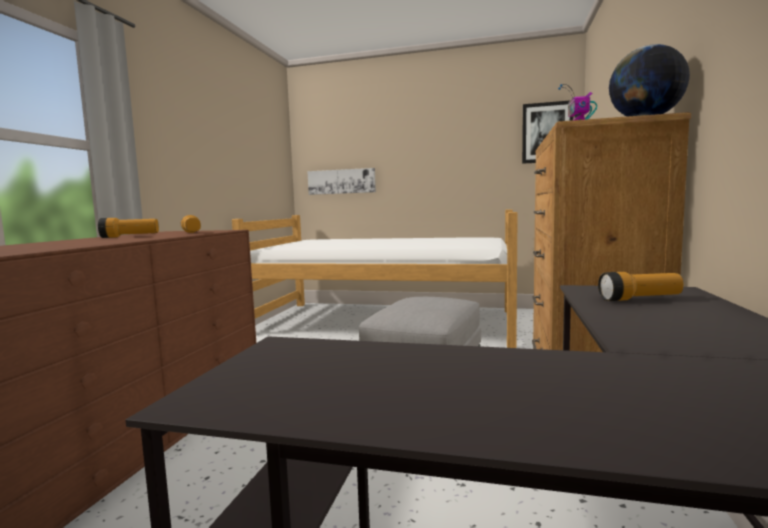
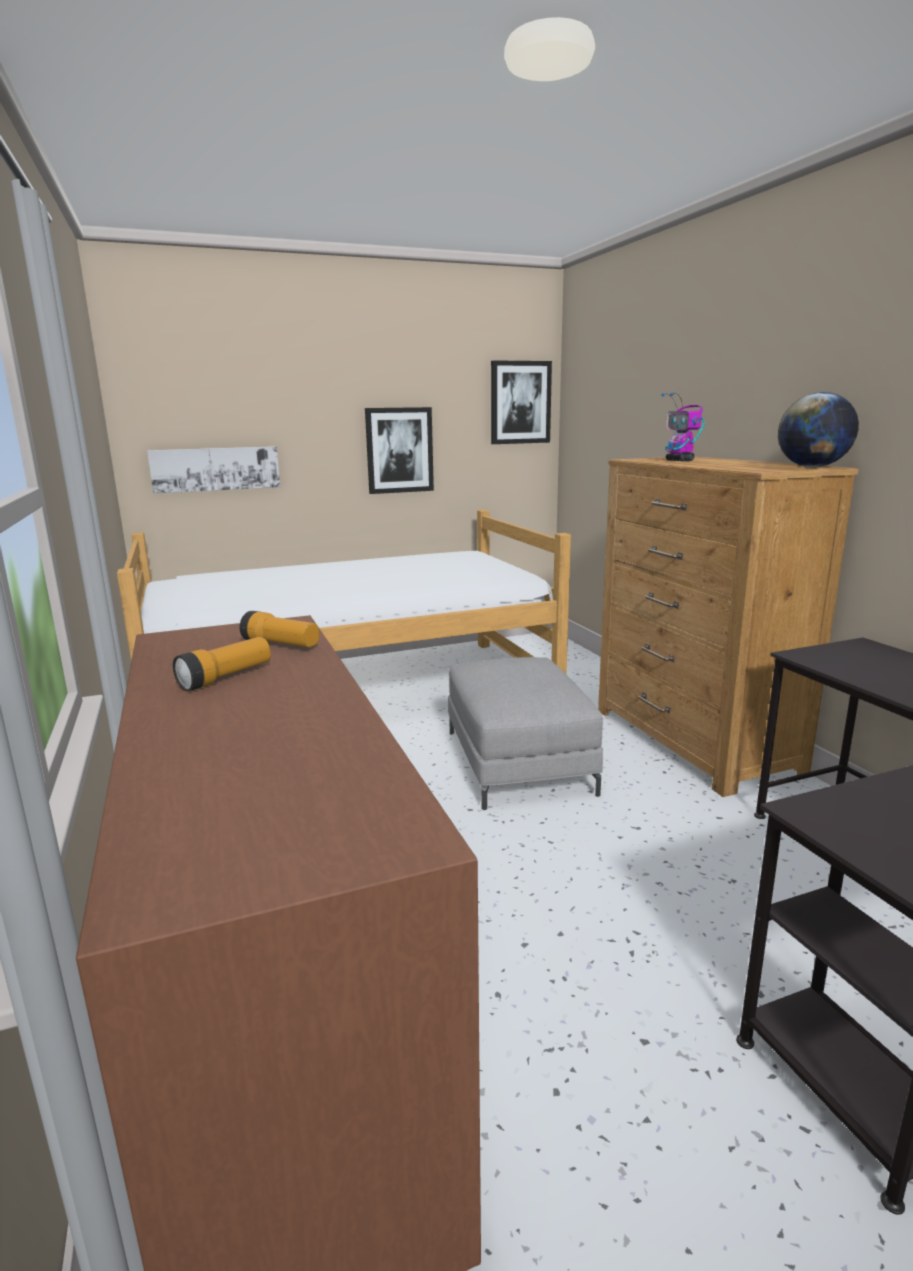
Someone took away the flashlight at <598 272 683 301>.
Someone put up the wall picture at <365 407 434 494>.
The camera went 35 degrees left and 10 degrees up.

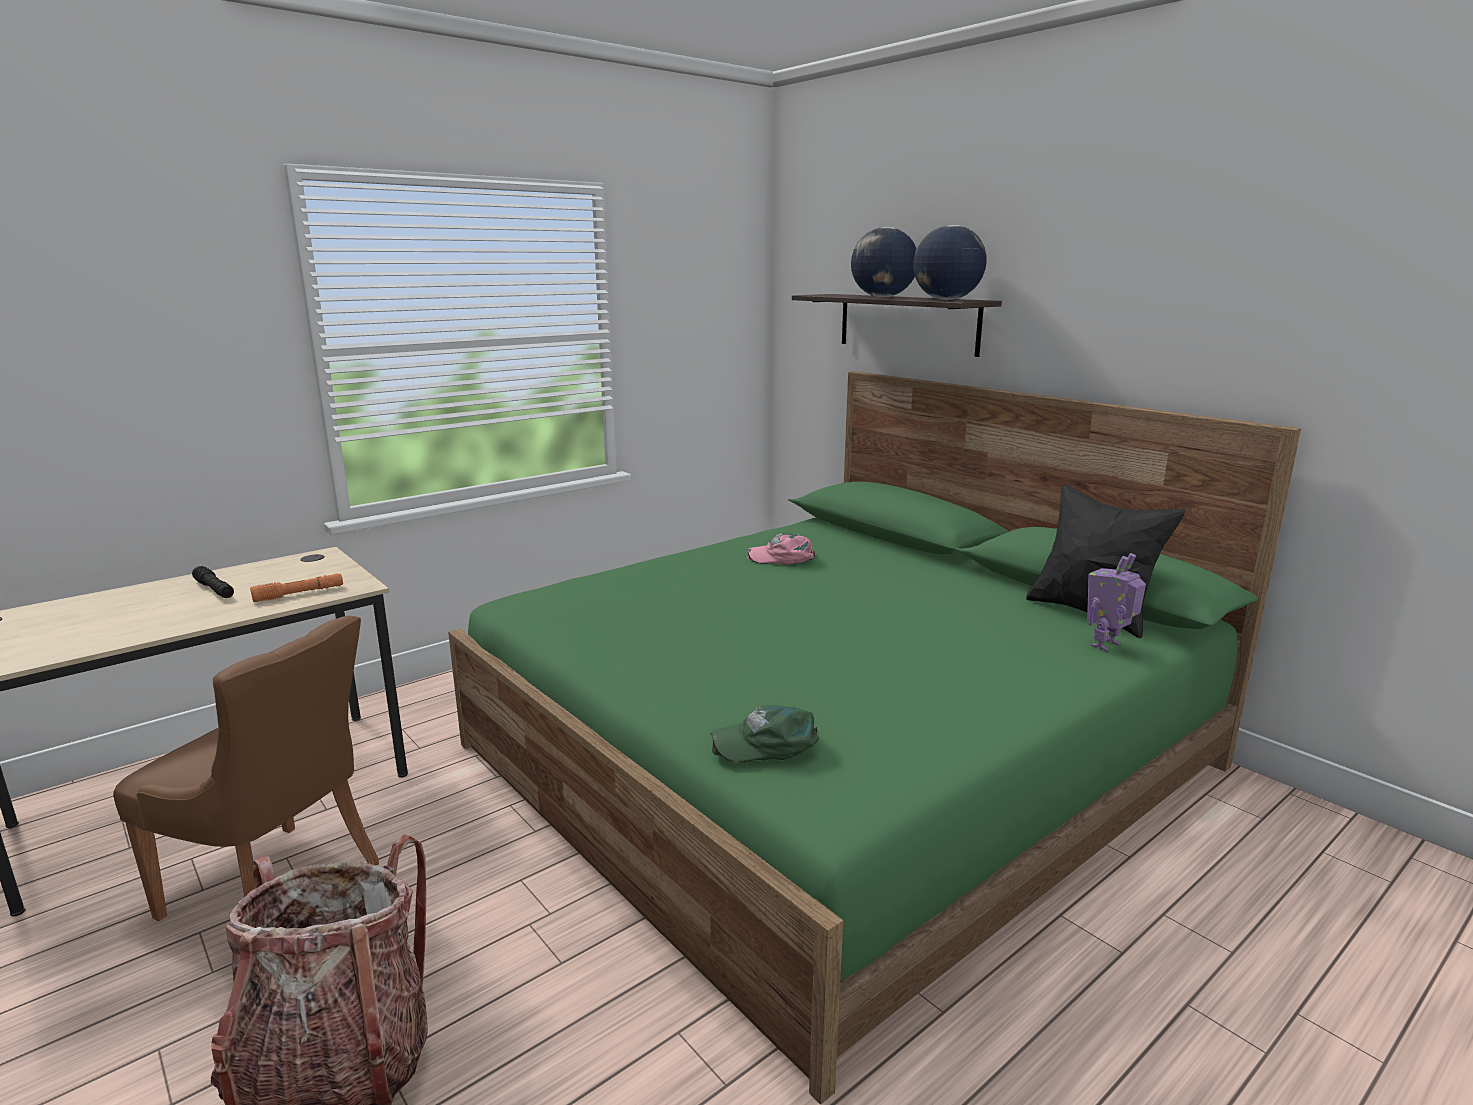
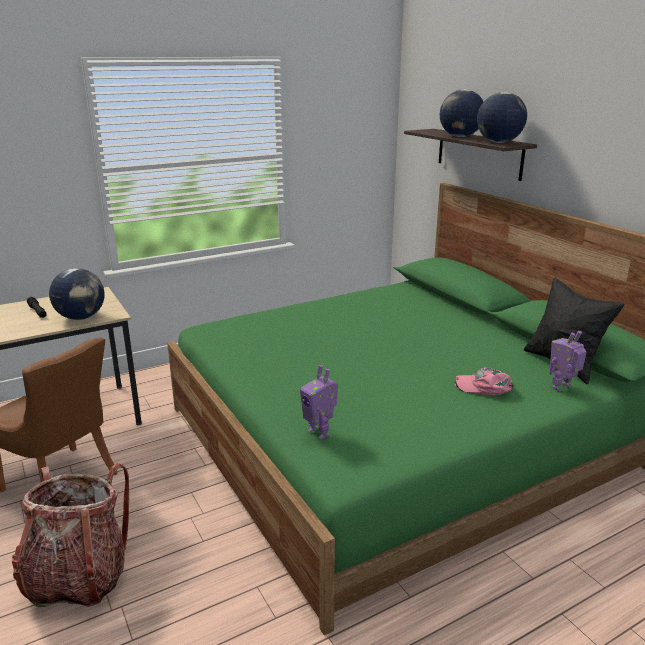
Someone swapped the flashlight (orange) at <250 573 343 602> for the desk globe at <49 268 105 320>.
Someone swapped the peaked cap (green) at <710 705 819 762> for the robot figure at <300 365 338 440>.
Someone carried the peaked cap (pink-coloured) from <747 533 815 564> to <455 368 513 396>.
The camera went 10 degrees right and 5 degrees up.

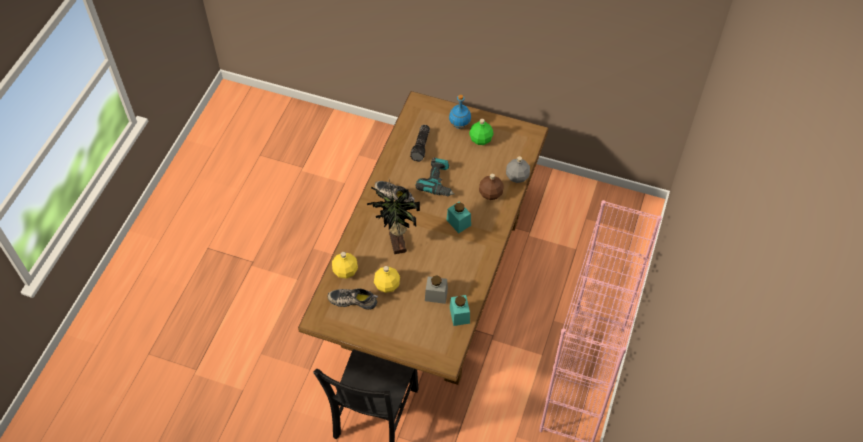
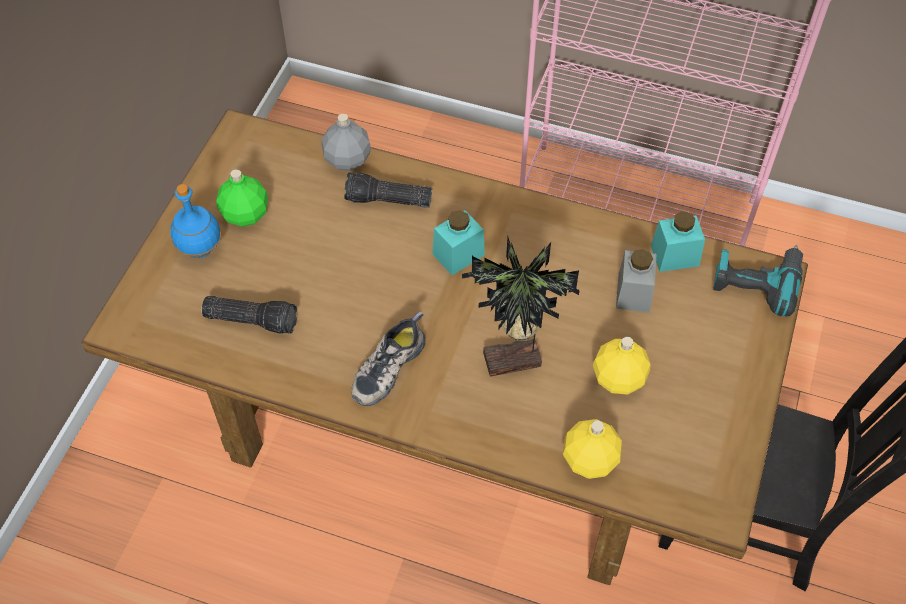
Someone took away the shoe at <328 288 378 310>.
Someone carried the electric drill from <416 158 455 196> to <713 245 803 317>.
Someone swapped the bottle (brown-coloured) at <479 174 504 200> for the flashlight at <344 172 432 208>.
The camera went 90 degrees left and 0 degrees up.

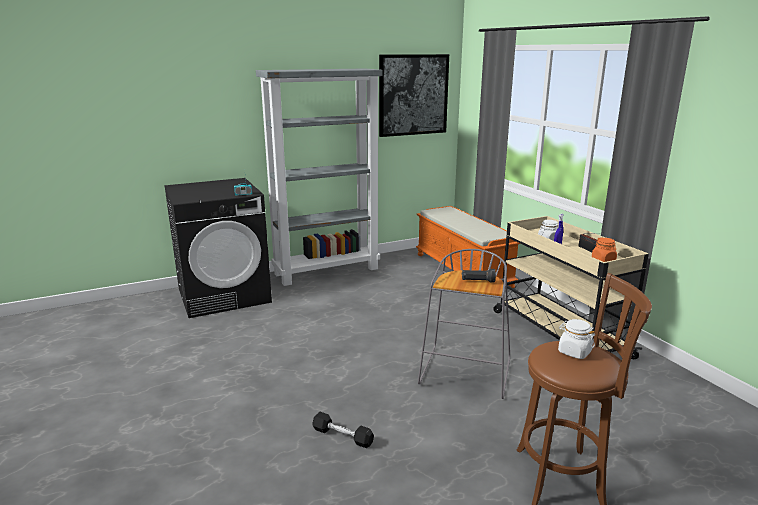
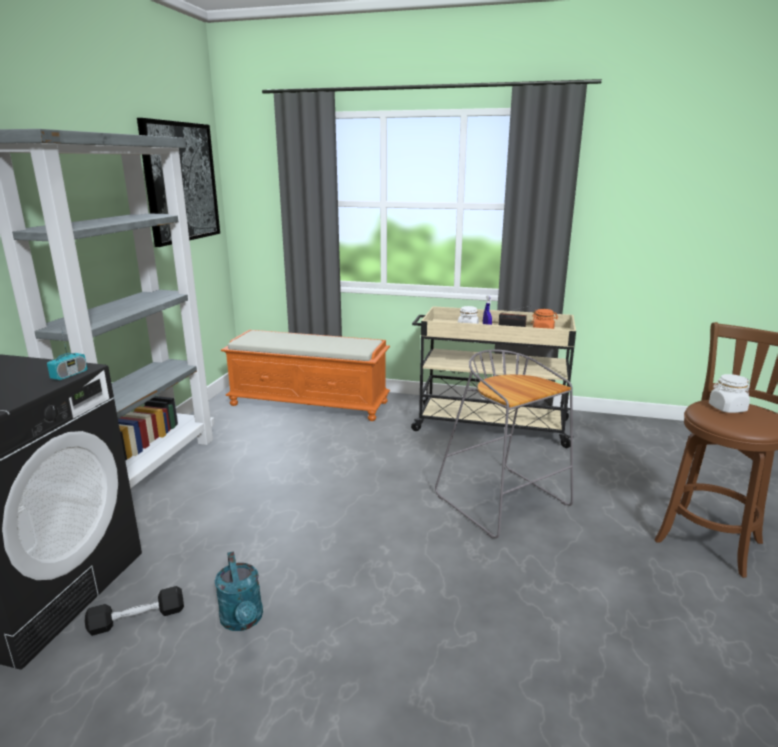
Someone carried the free weight (blackish) from <313 412 374 448> to <85 586 184 636>.
Someone took away the flashlight (blackish) at <462 269 496 282>.
Someone put down the watering pot (blue-green) at <215 551 263 631>.
The camera went 50 degrees left and 0 degrees up.

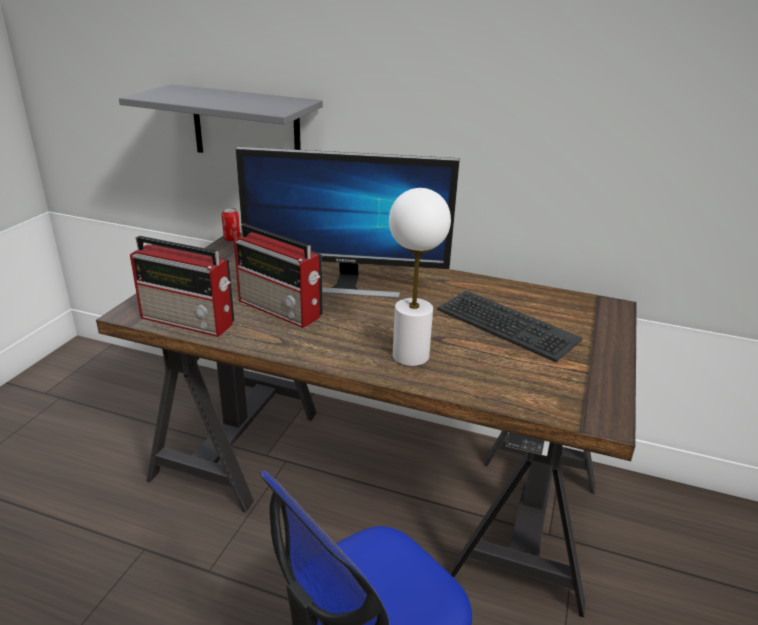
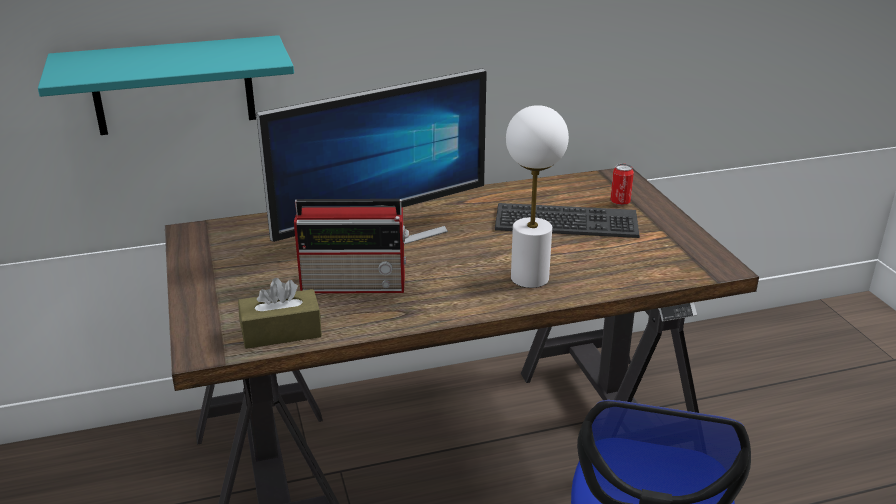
Someone repainted the bracket shelf (greyish) at <119 84 323 153>, which became the bracket shelf (blue-green) at <38 35 294 135>.
Someone swapped the radio set at <130 236 234 337> for the tissue box (brown-coloured) at <238 278 322 349>.
Someone carried the sealed can from <221 208 240 242> to <610 164 634 205>.
The camera went 35 degrees left and 0 degrees up.

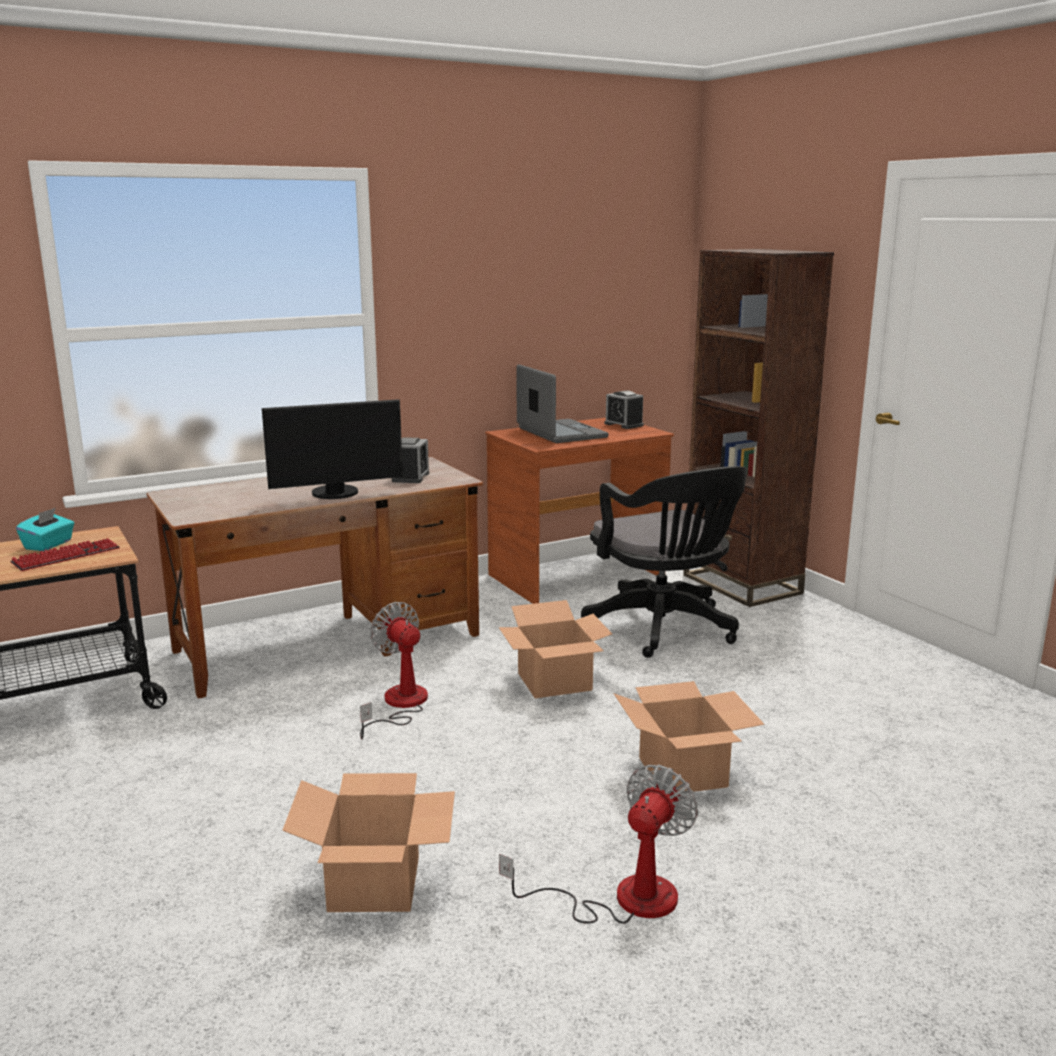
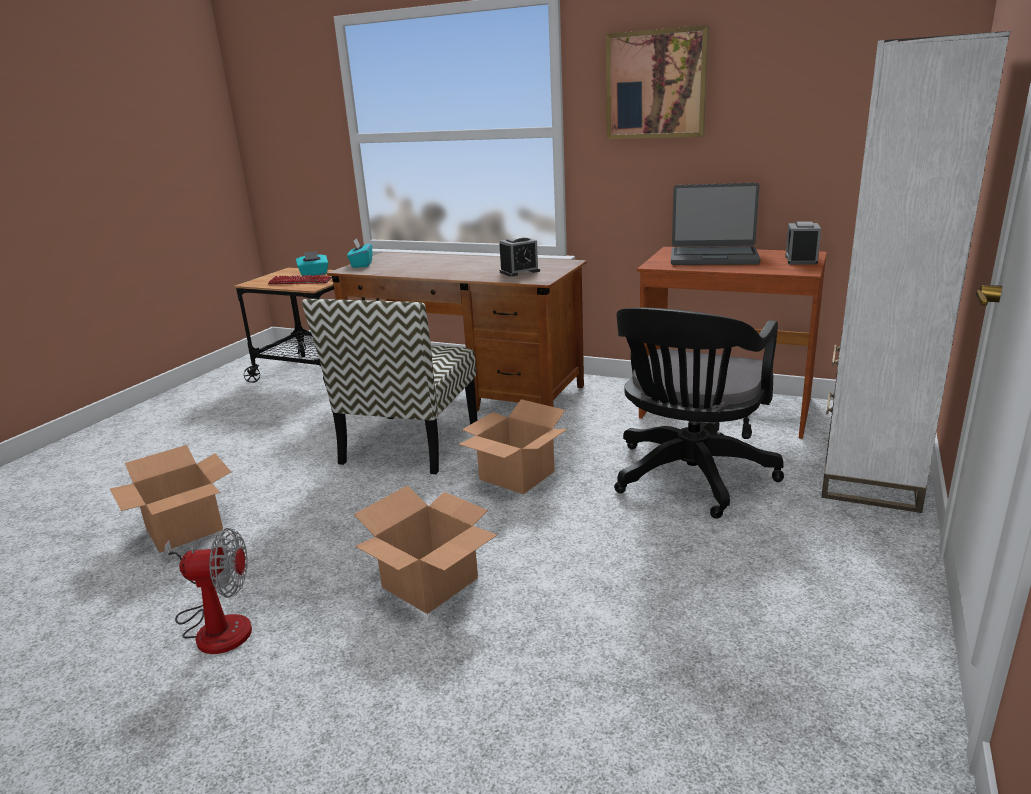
Someone took away the computer display at <262 399 403 499>.
Someone swapped the electric fan at <360 602 428 739> for the chair at <302 299 478 474>.
Someone rotated the portable computer at <517 364 608 443> by 75 degrees clockwise.
Someone repainted the shelving unit (brown-coloured) at <683 249 834 607>, which became the shelving unit (white) at <821 31 1010 513>.
Someone put down the tissue box (blue-green) at <347 238 372 268>.
Someone put up the wall picture at <606 25 709 139>.
The camera went 55 degrees right and 5 degrees up.

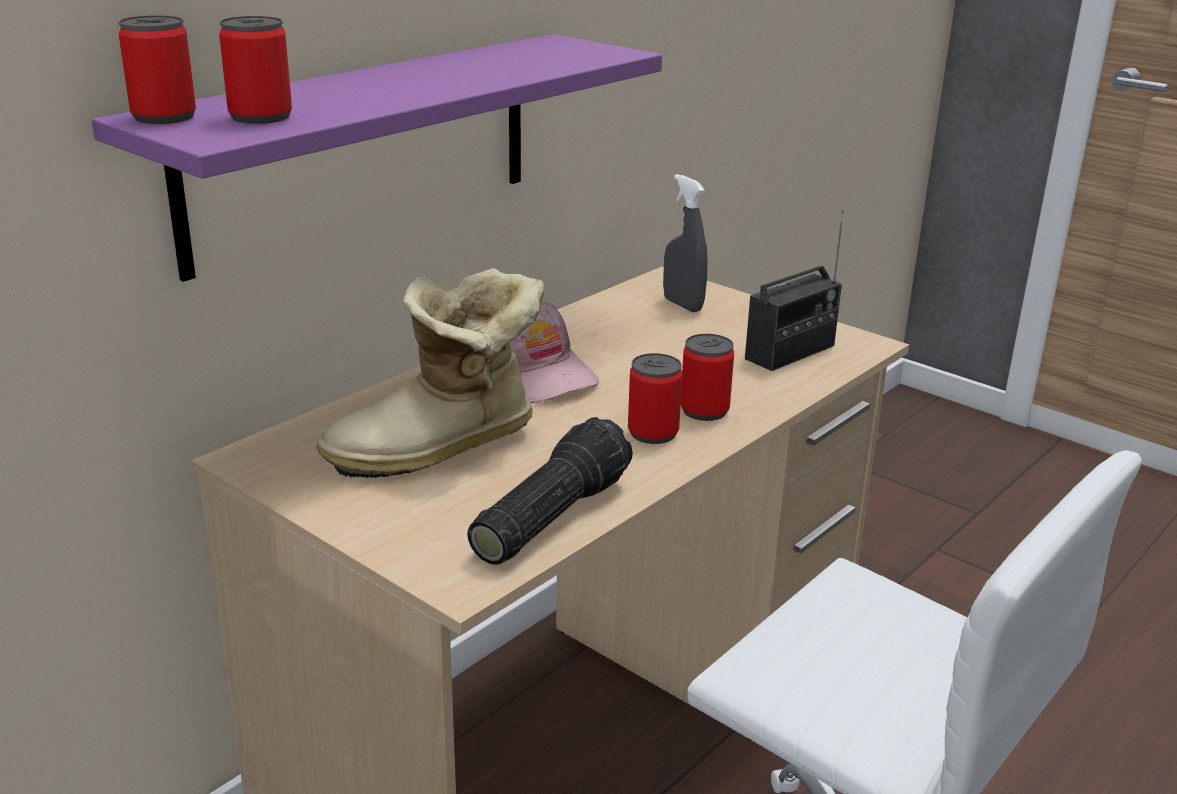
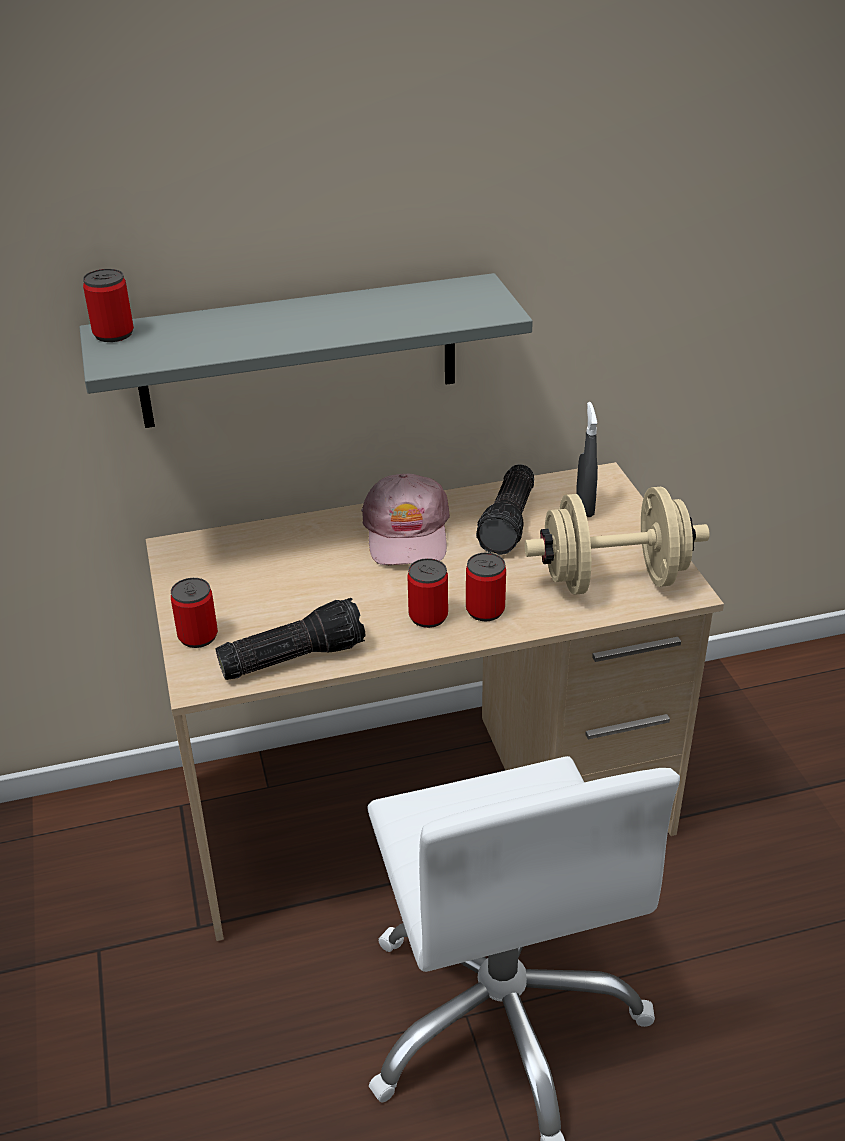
Someone repainted the bracket shelf (purplish) at <92 34 662 282>, which became the bracket shelf (greyish) at <79 273 533 428>.
Someone carried the sealed can from <219 16 292 124> to <171 578 218 648>.
Someone took away the high-top boot at <316 268 544 478>.
Someone swapped the radio set at <745 209 844 371> for the free weight (beige) at <524 487 710 595>.
Someone put down the flashlight at <476 464 534 555>.
The camera went 35 degrees right and 10 degrees up.

